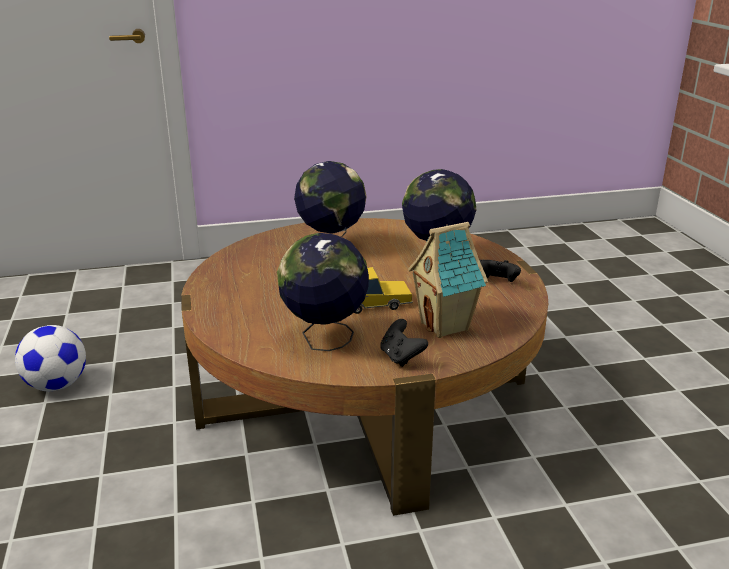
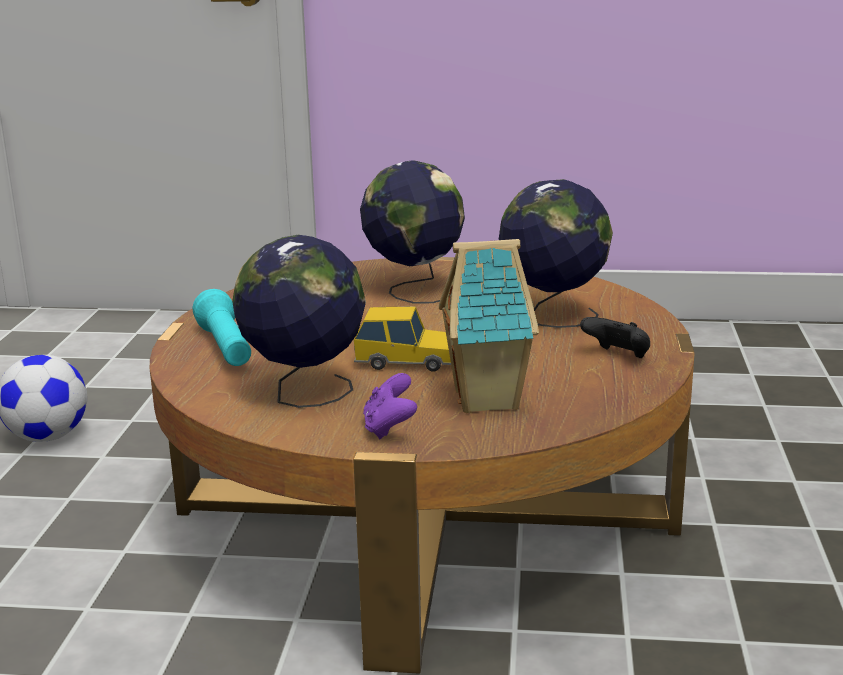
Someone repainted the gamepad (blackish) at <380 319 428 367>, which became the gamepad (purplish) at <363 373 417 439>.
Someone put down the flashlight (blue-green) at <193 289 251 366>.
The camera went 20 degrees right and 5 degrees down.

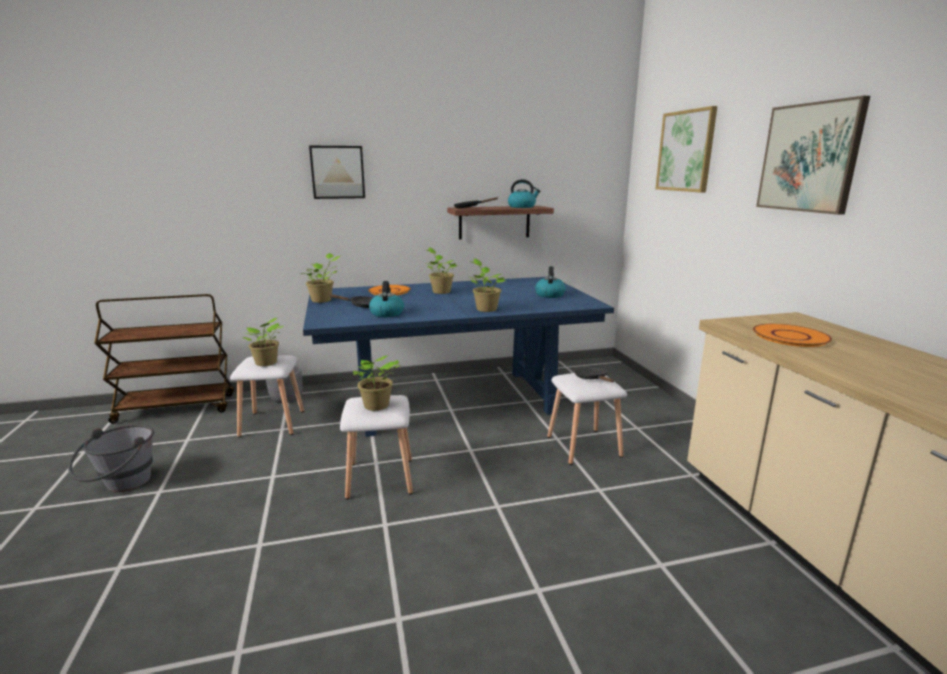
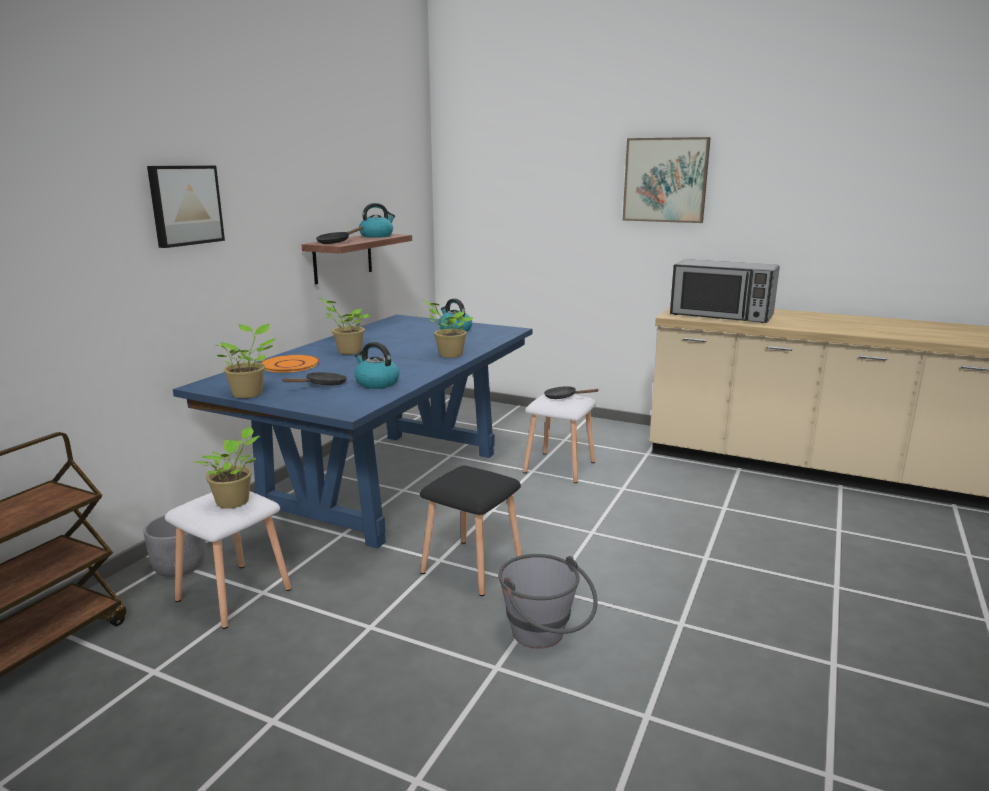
Someone carried the bucket (greyish) from <68 425 154 492> to <498 554 598 649>.
Someone repainted the stool (white) at <340 395 413 500>, which became the stool (blackish) at <420 466 522 596>.
Someone took away the plant in a pot at <353 356 400 411>.
Someone took away the wall picture at <655 106 717 193>.
Someone swapped the flat dish (orange) at <753 324 832 347> for the microwave at <670 259 780 323>.
The camera went 50 degrees left and 0 degrees up.

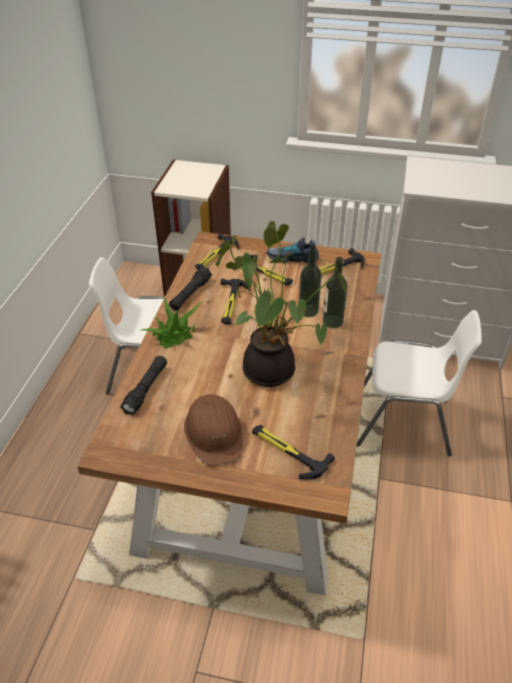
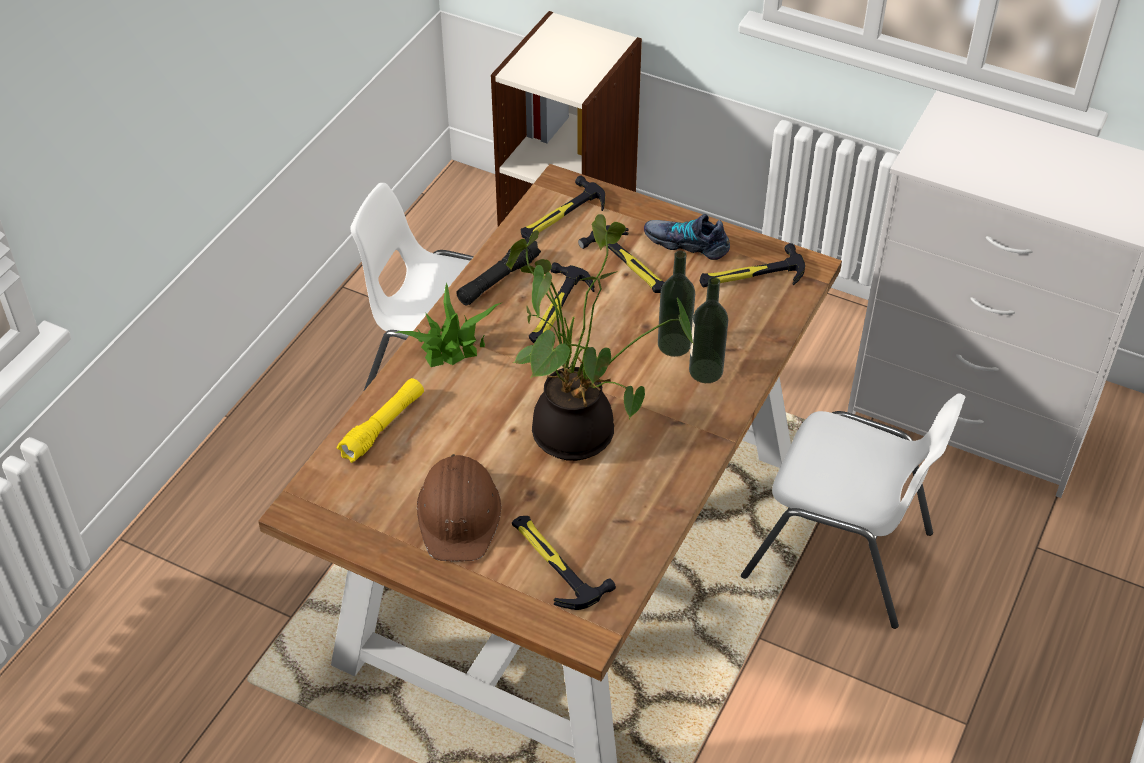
Someone repainted the flashlight (blackish) at <120 356 167 416>, which became the flashlight (yellowish) at <336 378 424 463>.
The camera went 15 degrees right and 5 degrees up.

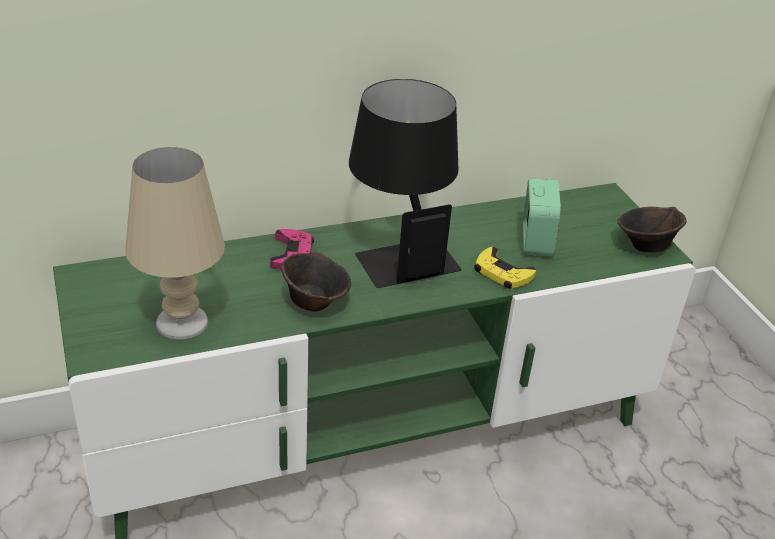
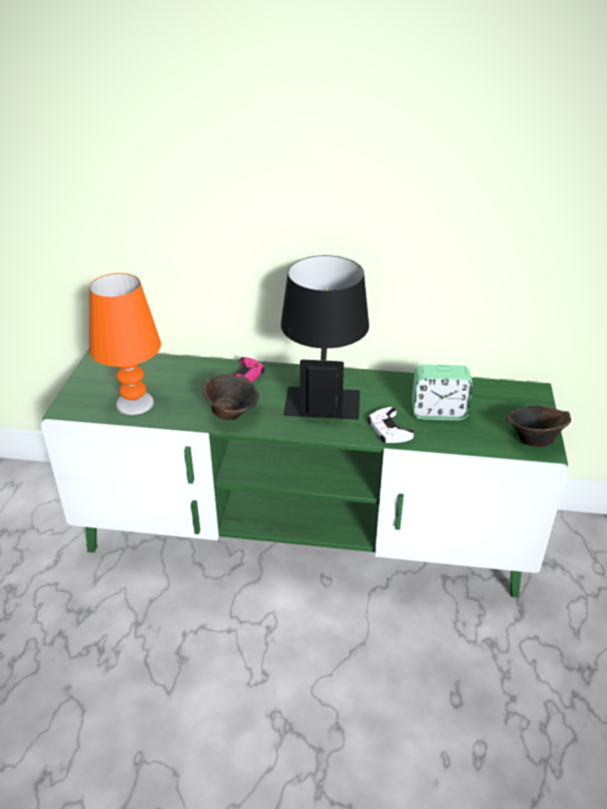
Someone repainted the table lamp (beige) at <125 147 225 340>, which became the table lamp (orange) at <89 273 161 415>.
Someone repainted the gamepad (yellowish) at <474 247 536 289>, which became the gamepad (white) at <367 407 414 443>.
Someone rotated the bedside clock at <523 178 561 256> by 60 degrees clockwise.
The camera went 30 degrees right and 0 degrees up.

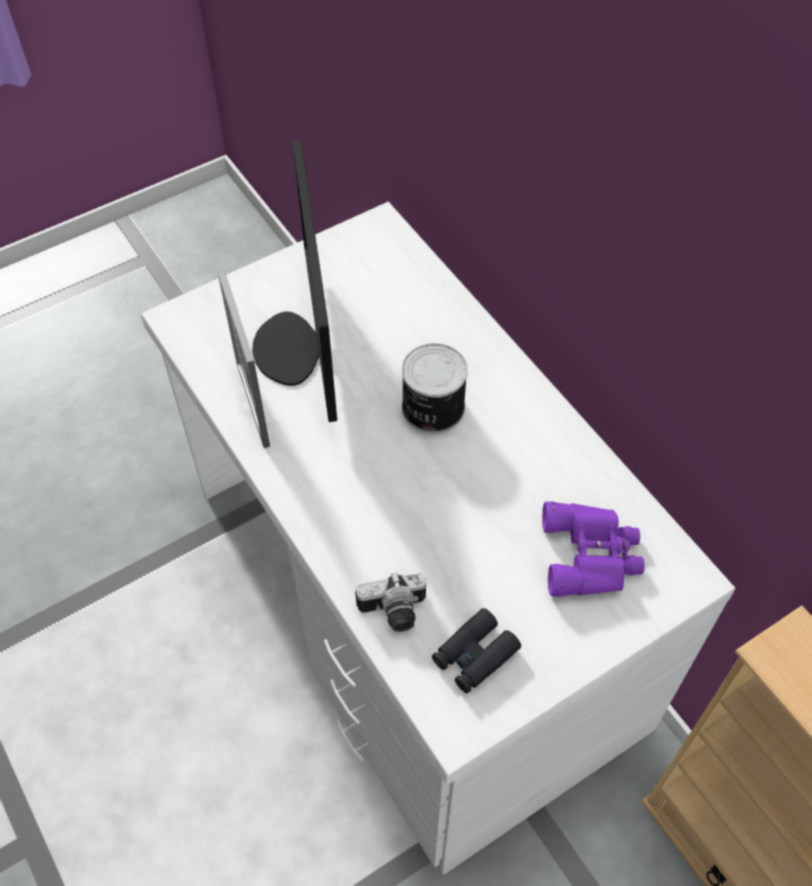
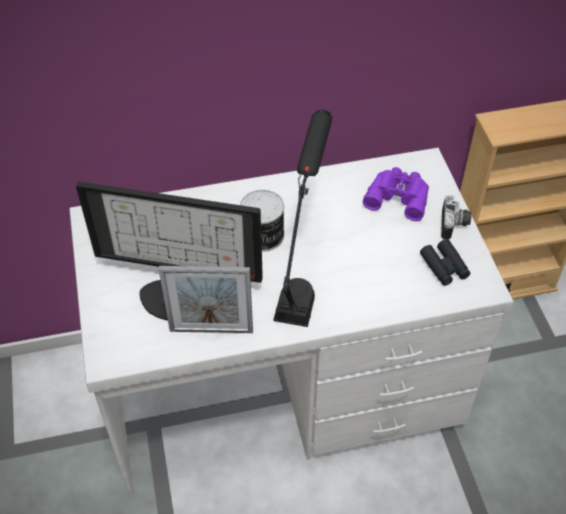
Someone carried the still camera from <355 572 426 632> to <441 195 472 240>.
Someone put down the table lamp (blackish) at <273 110 332 327>.
The camera went 70 degrees left and 5 degrees down.

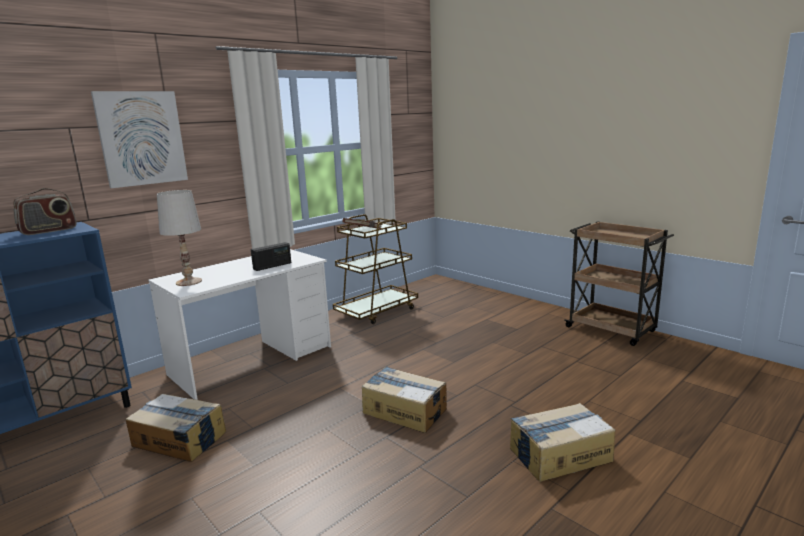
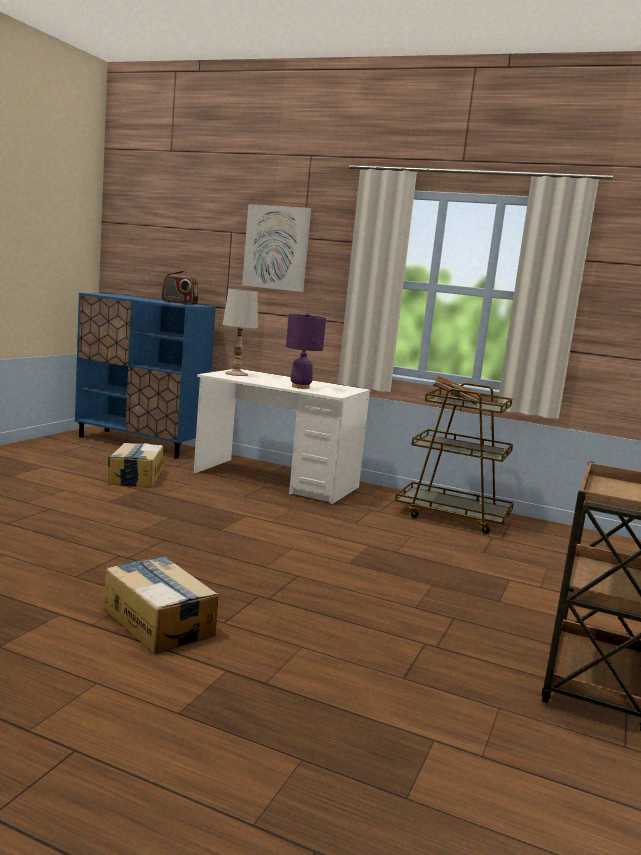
Someone swapped the radio set at <251 242 291 271> for the table lamp (purplish) at <286 313 326 389>.
Someone took away the carton at <362 366 447 433>.
The camera went 65 degrees right and 5 degrees down.

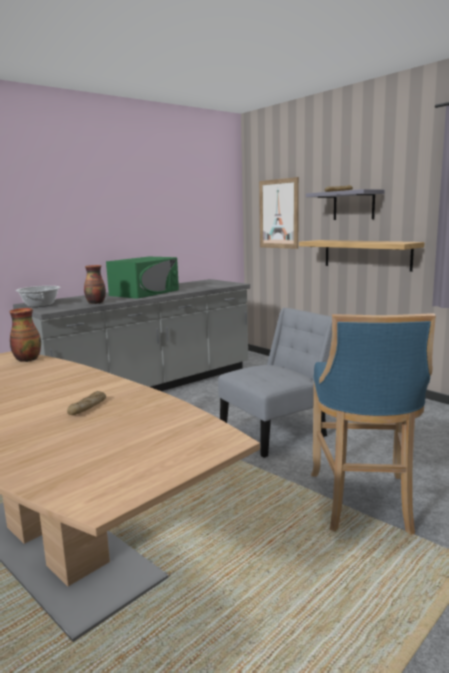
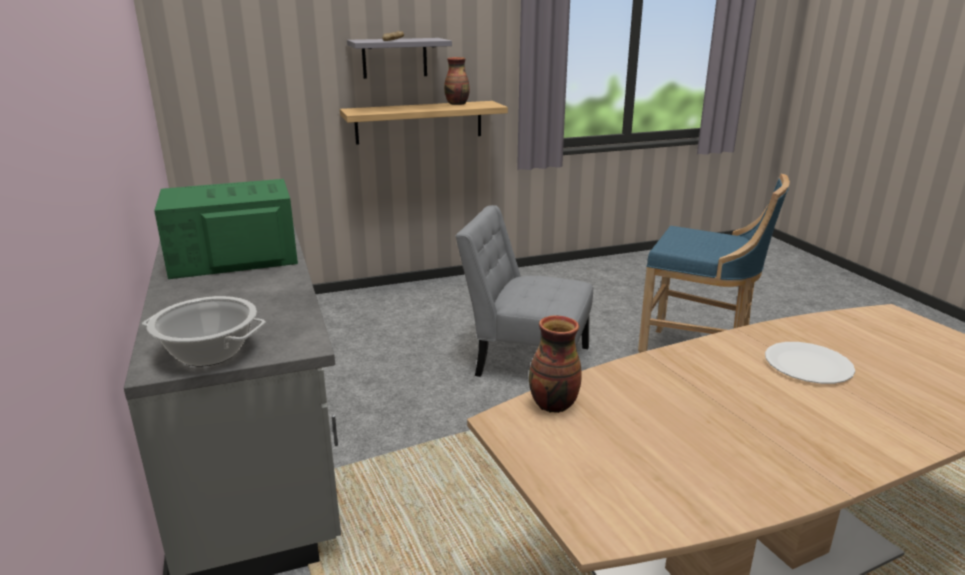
Someone swapped the bakery bread at <67 391 106 415> for the flat dish (white) at <765 342 855 384>.
Someone carried the flower vase from <84 265 106 304> to <444 57 470 105>.
Someone rotated the microwave (green) at <106 257 179 299> by 75 degrees counterclockwise.
Someone rotated the chair (greyish) at <218 308 332 458> by 60 degrees counterclockwise.
Someone took away the wall picture at <259 177 299 249>.
The camera went 70 degrees left and 10 degrees up.

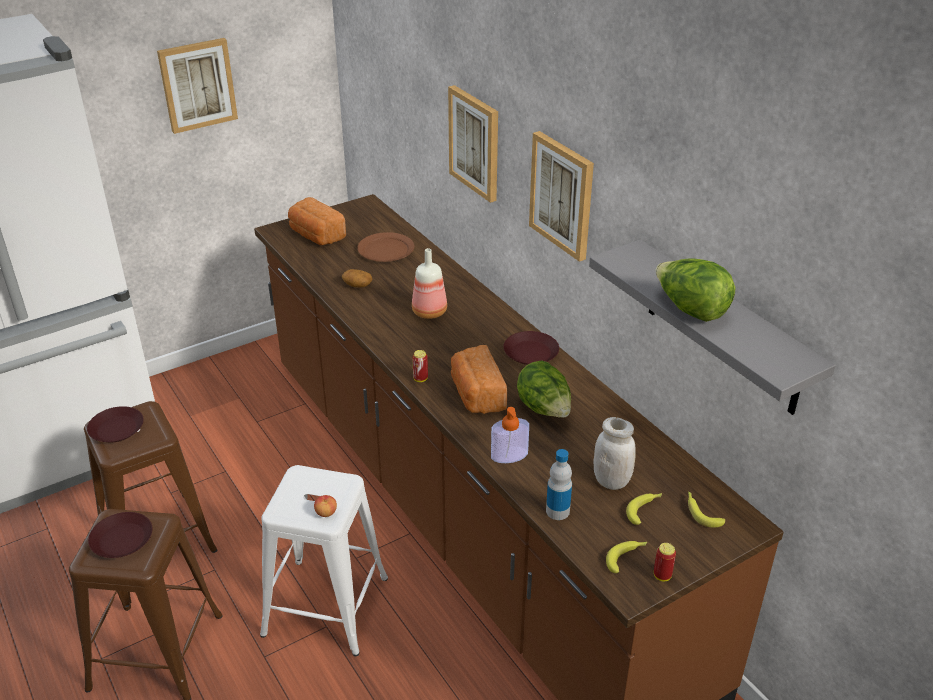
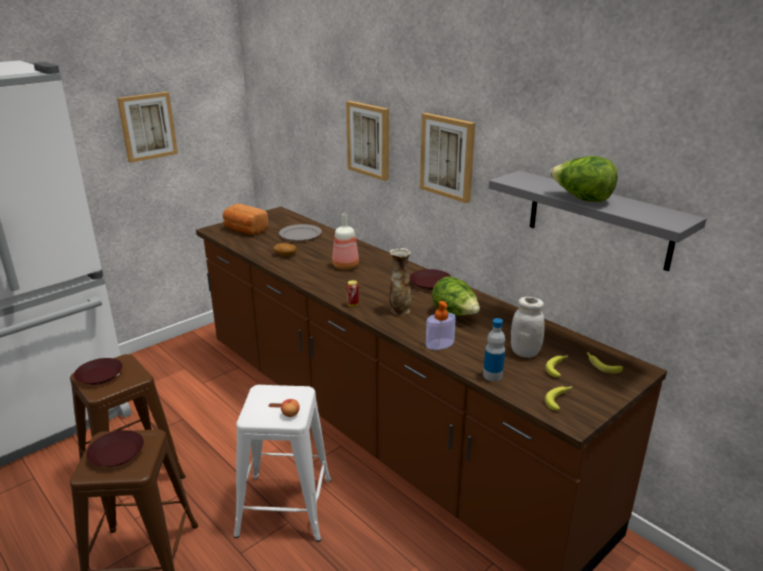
Someone repainted the flat dish (brown-coloured) at <357 232 414 262>, which became the flat dish (greyish) at <279 224 322 241>.
Someone swapped the bakery bread at <451 345 507 414> for the flower vase at <389 248 412 315>.
Someone took away the sealed can at <654 543 676 581>.
The camera went 10 degrees left and 10 degrees down.

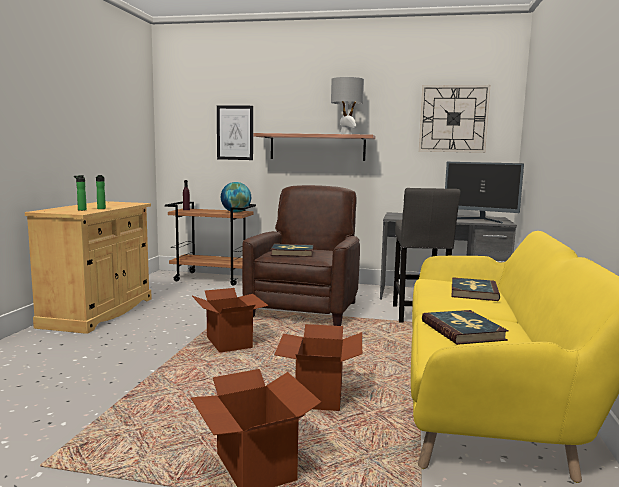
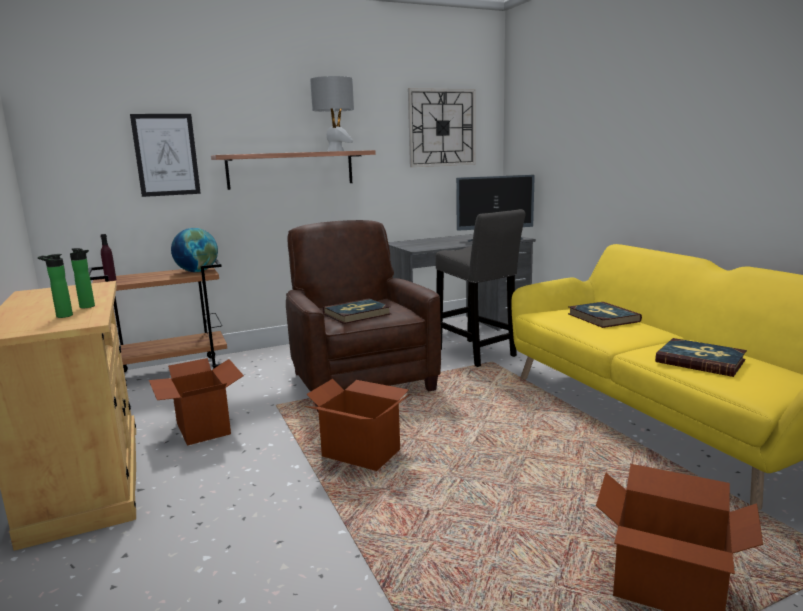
Someone carried the carton from <274 324 362 411> to <149 358 244 446>.
The camera went 35 degrees left and 5 degrees up.

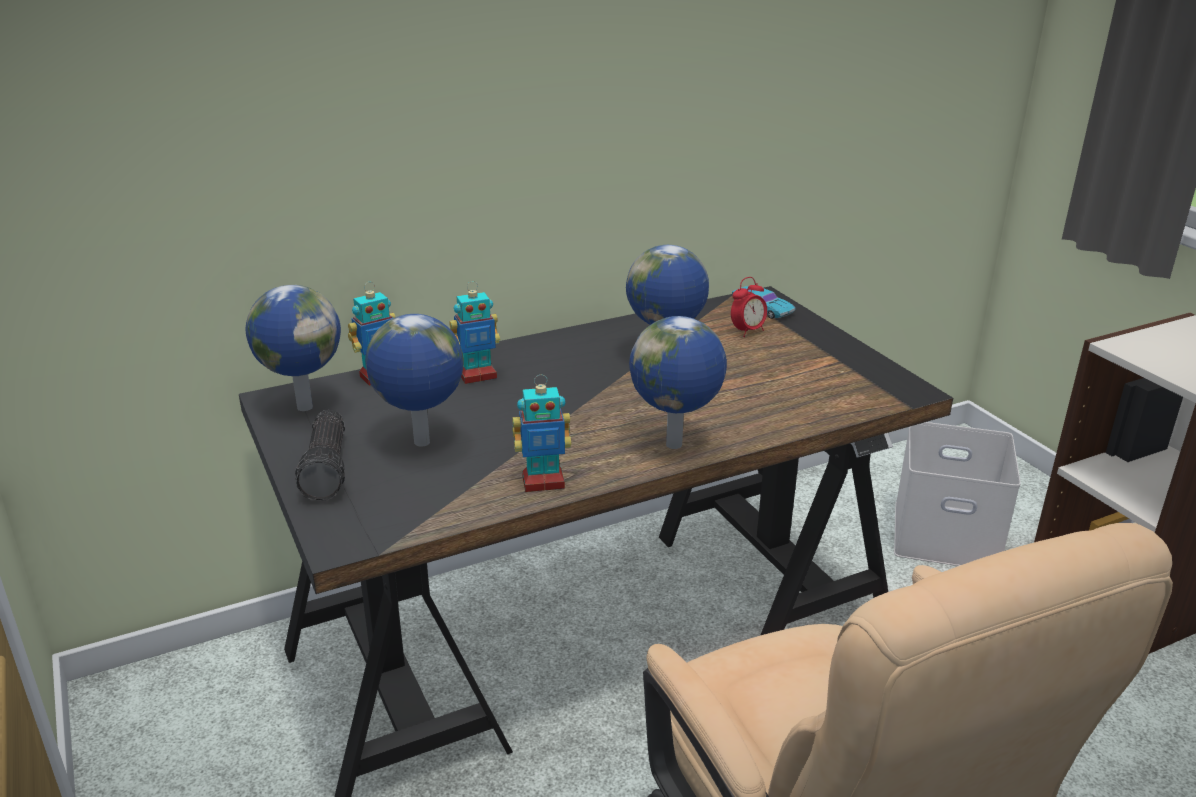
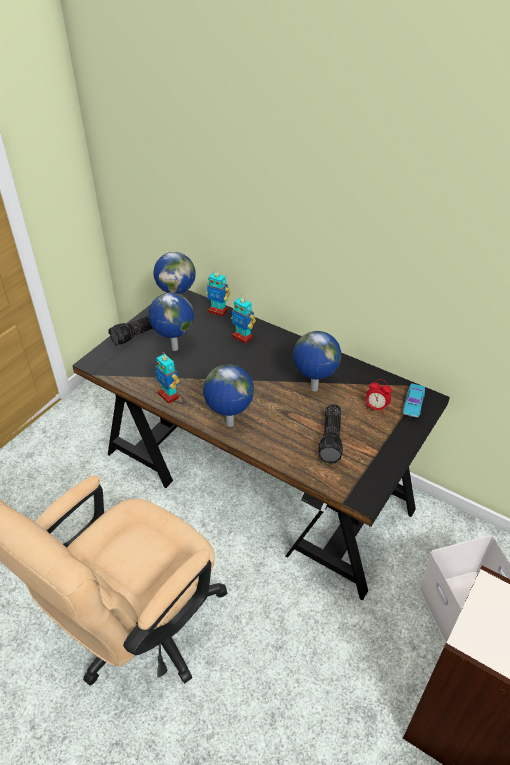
Someone put down the flashlight at <318 404 343 464>.
The camera went 60 degrees right and 15 degrees up.

